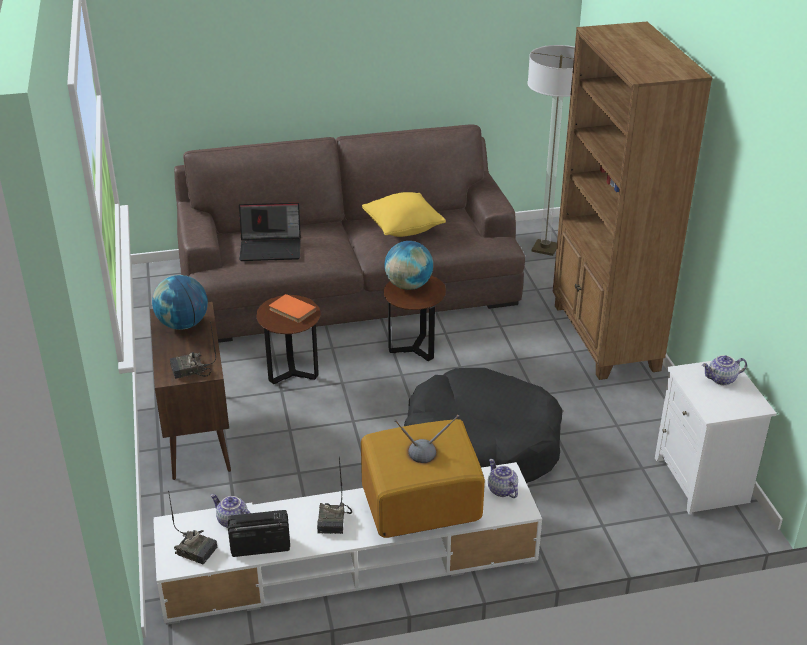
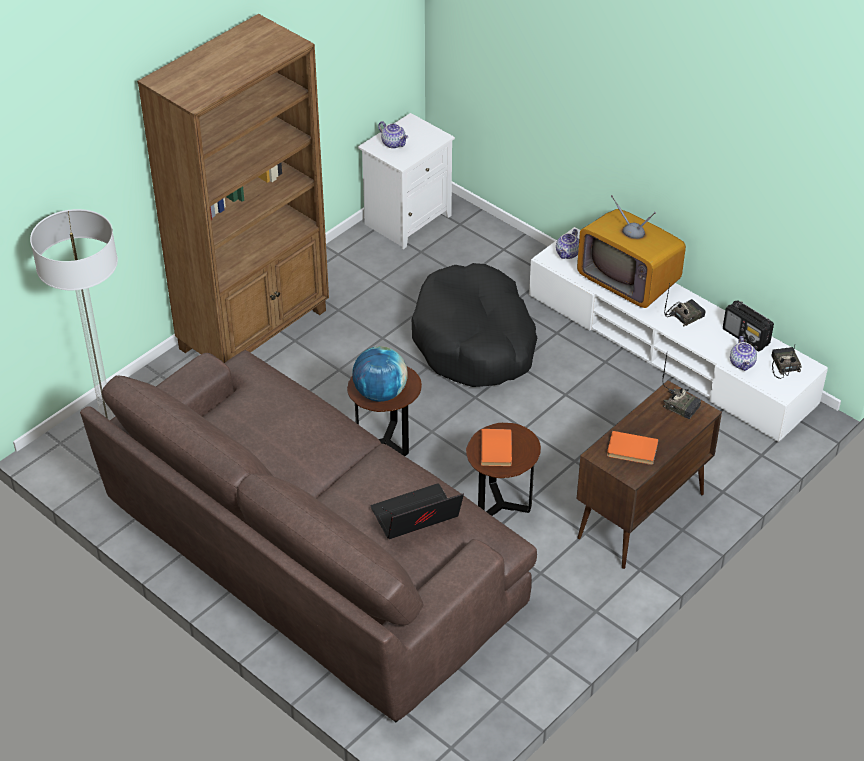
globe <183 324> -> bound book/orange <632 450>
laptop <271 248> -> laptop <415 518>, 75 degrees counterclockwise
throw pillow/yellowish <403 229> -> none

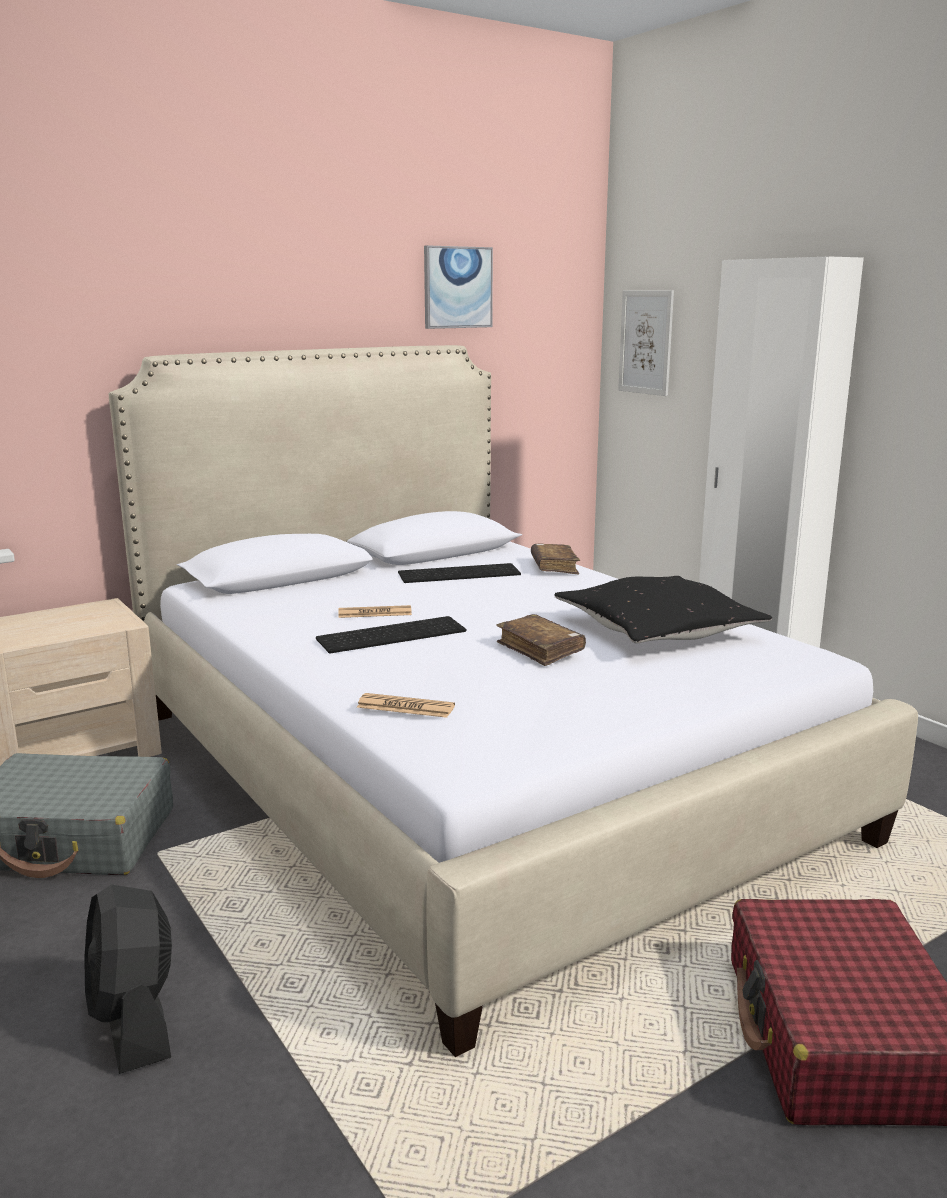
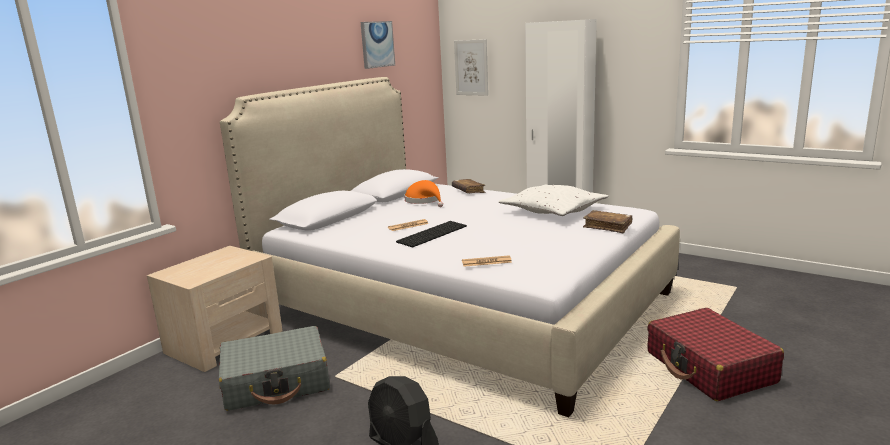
PC keyboard <460 573> -> wearable hat/orange <424 201>
bound book/brown-coloured <540 649> -> bound book/brown-coloured <607 226>, moved
throw pillow/black <657 629> -> throw pillow/white-coloured <553 210>

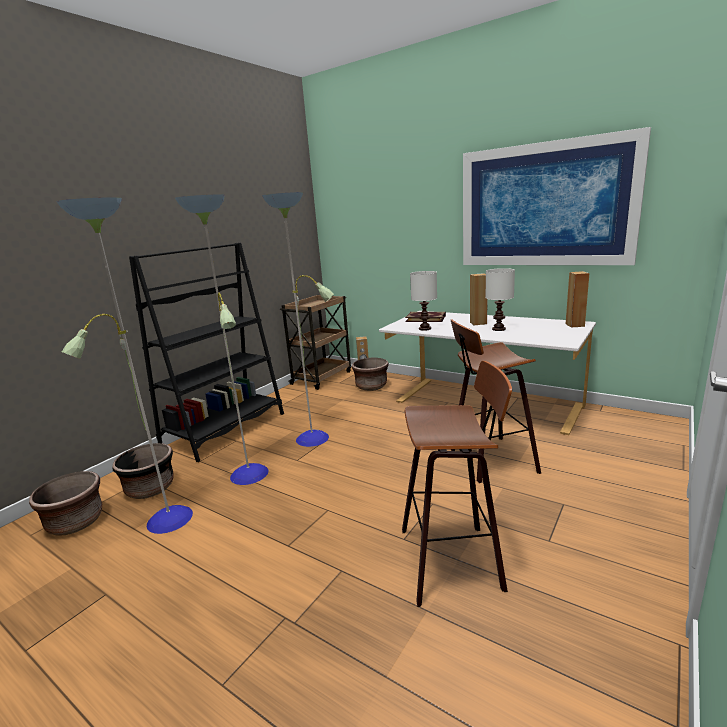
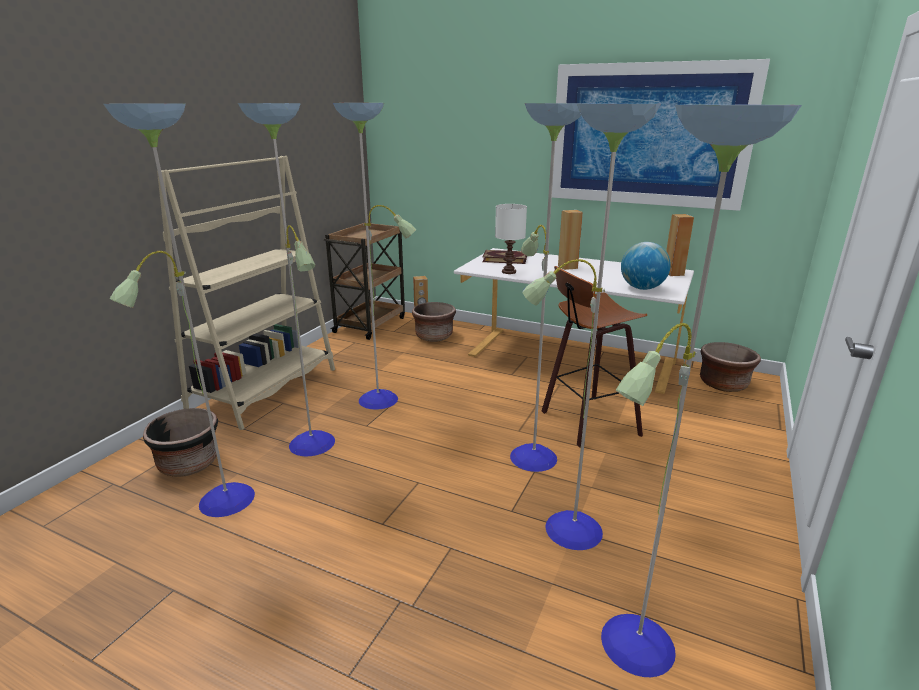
flower pot/brown-coloured <76 522> -> flower pot/brown-coloured <723 384>, moved
shelving unit/black <225 430> -> shelving unit/sand-coloured <266 390>
stool <453 559> -> standard lamp <569 529>
lamp for a table/white-coloured <498 329> -> none
none -> globe <642 288>

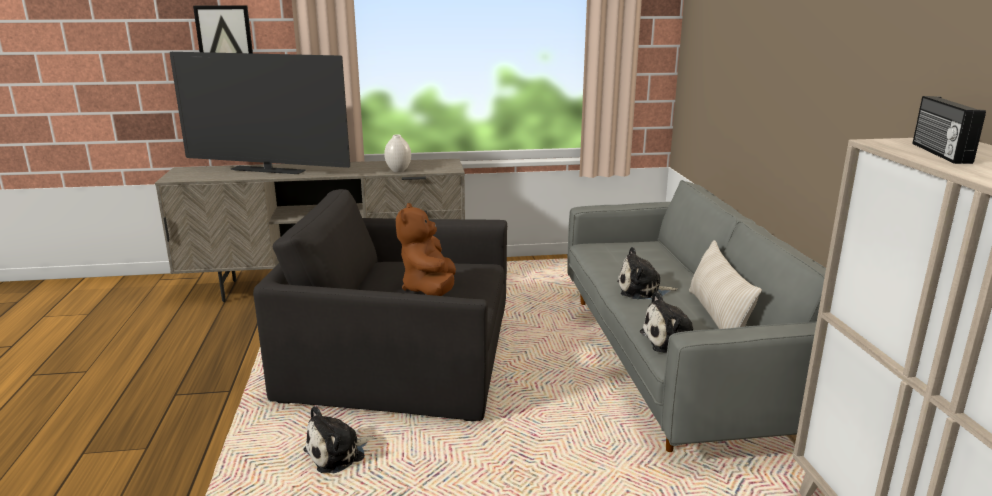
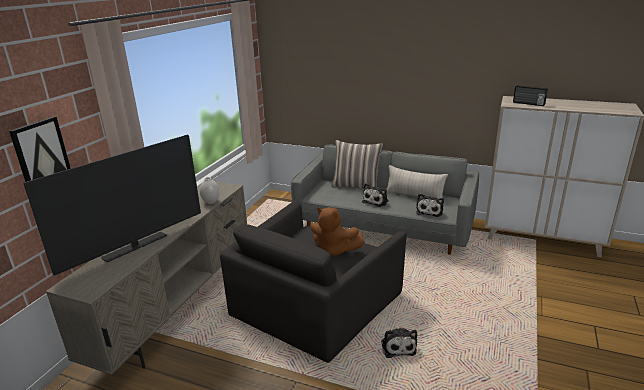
none -> throw pillow <356 185>

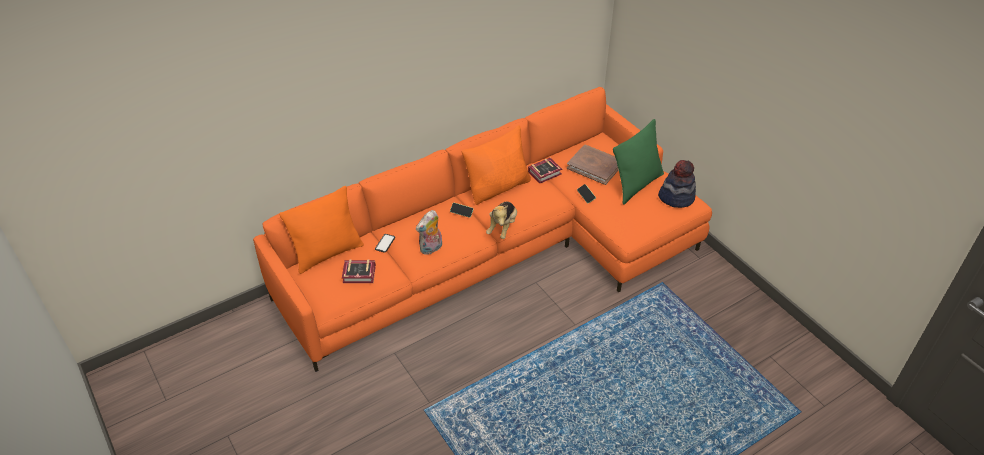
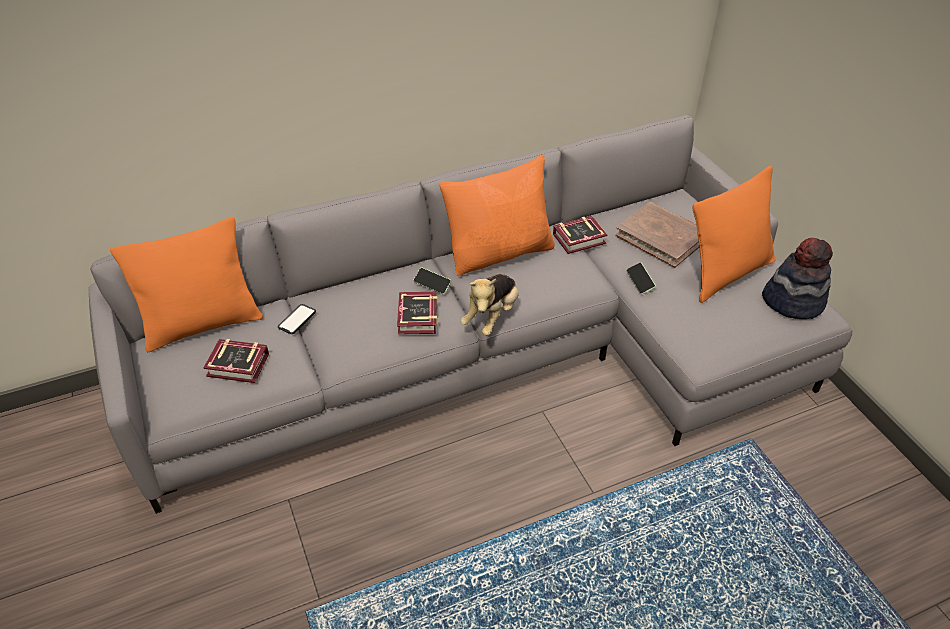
sofa/orange <498 253> -> sofa/gray <494 356>
cuddly toy <431 249> -> none
throw pillow/green <636 185> -> throw pillow/orange <726 273>
none -> bound book <416 319>

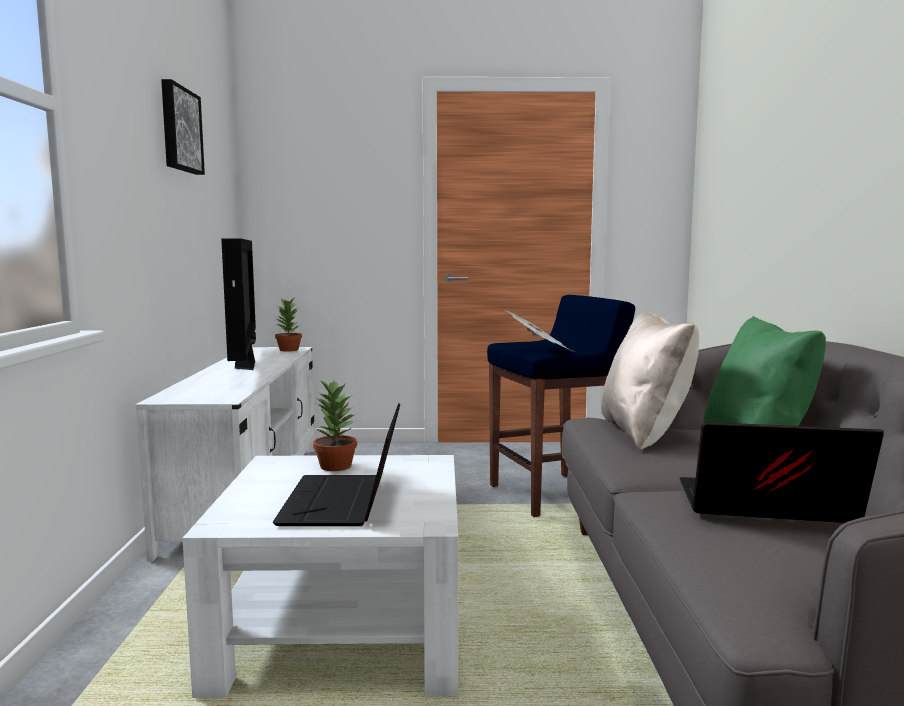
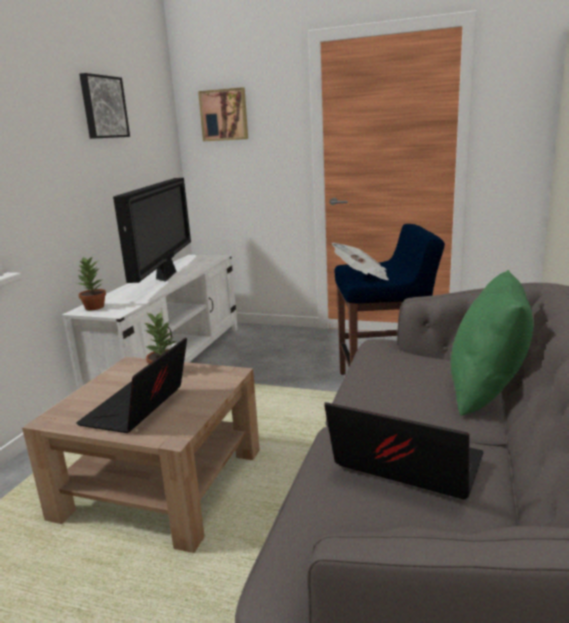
low table/white-coloured <344 627> -> low table/brown-coloured <161 483>
houseplant <289 350> -> houseplant <94 307>, moved
throw pillow/sand-coloured <644 433> -> none
none -> wall art <224 115>

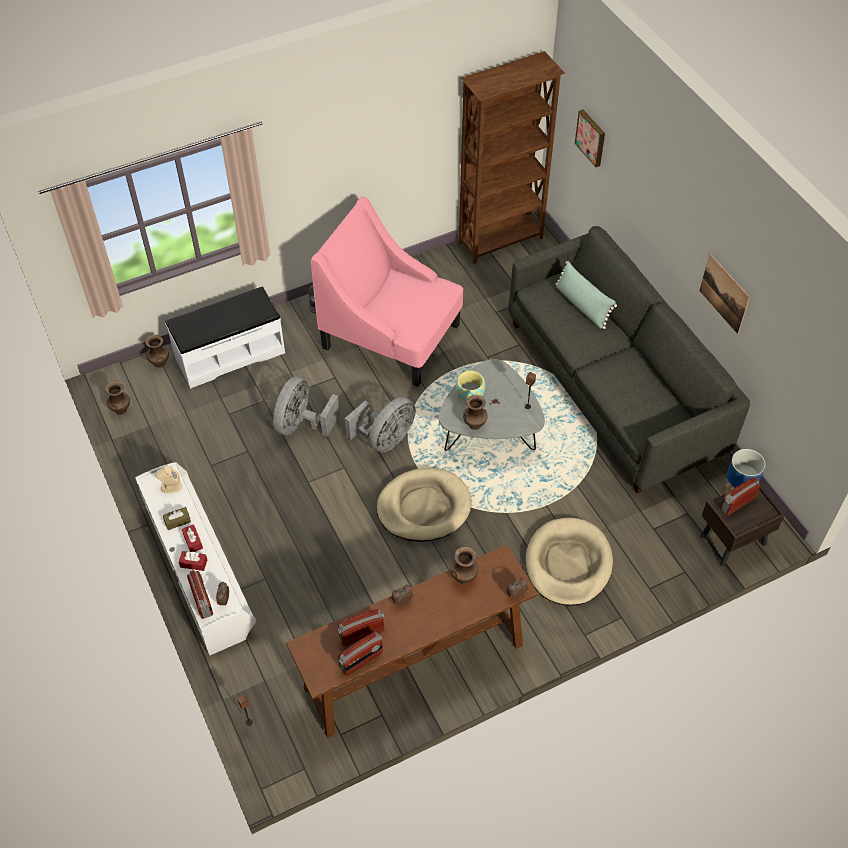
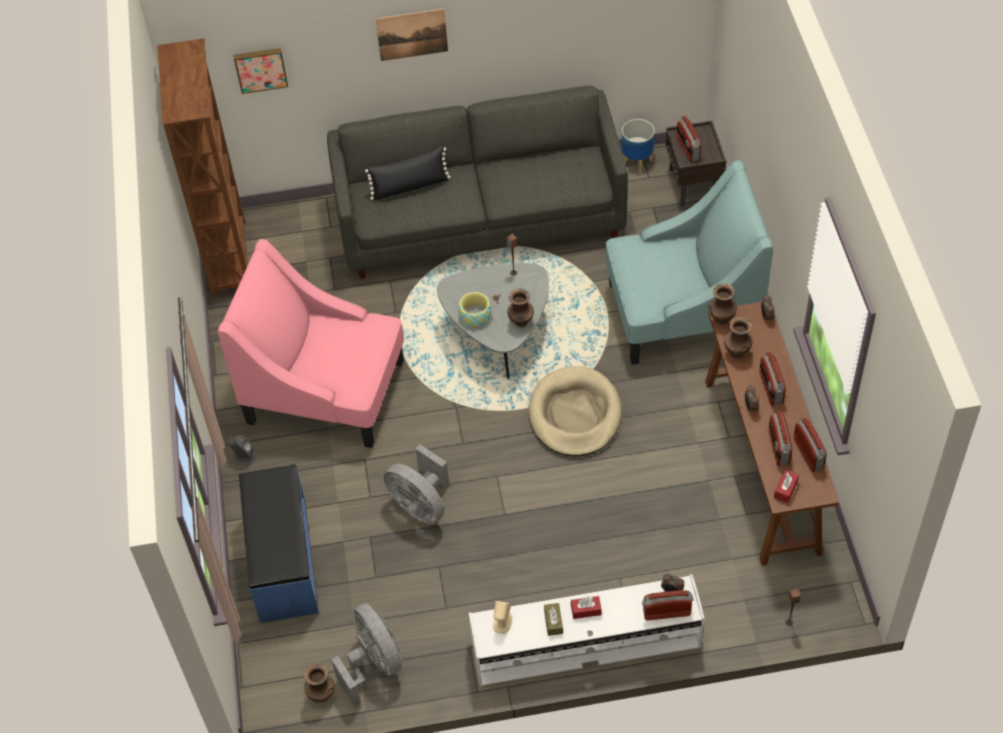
flower vase/brown-coloured <159 363> -> flower vase/brown-coloured <721 319>, moved
bench/white-coloured <229 355> -> bench/bluish <282 561>
tissue box/red <193 563> -> tissue box/red <785 489>, moved
lounge chair/pink <392 336> -> lounge chair/pink <327 392>, 60 degrees clockwise
cooling fan/gray <385 439> -> cooling fan/gray <374 664>, moved
dog bed/sand-coloured <568 564> -> lounge chair/blue-green <681 313>
throw pillow/green <582 305> -> throw pillow/black <410 186>
wall art <724 293> -> wall art <412 34>, moved
none -> radio set <770 388>

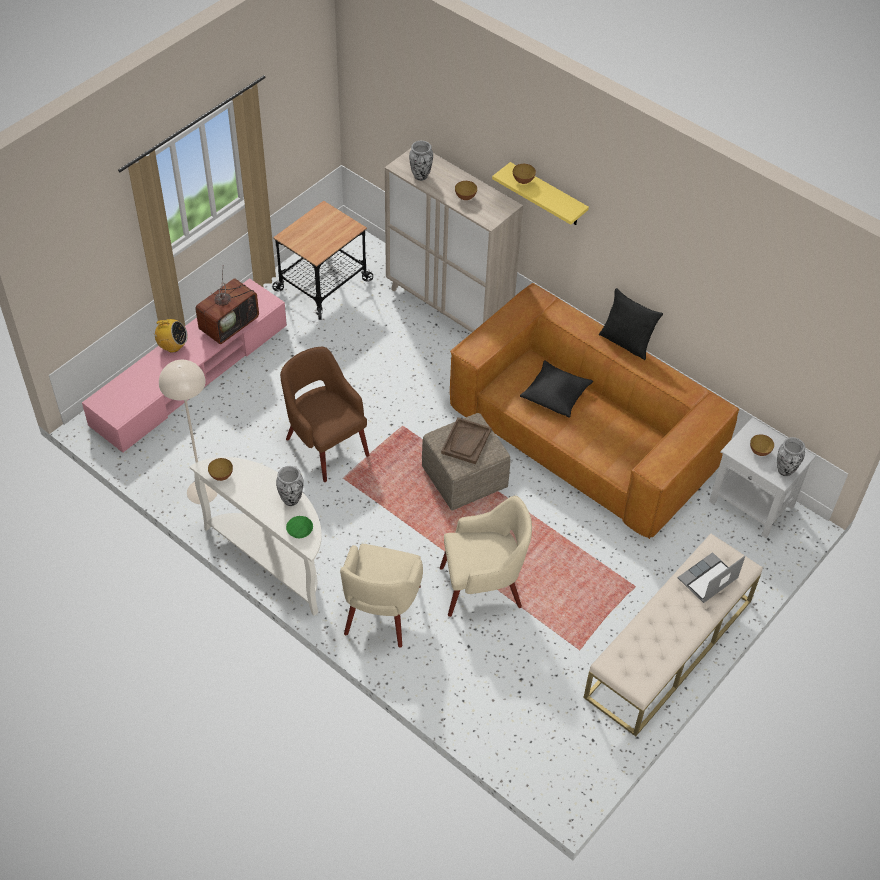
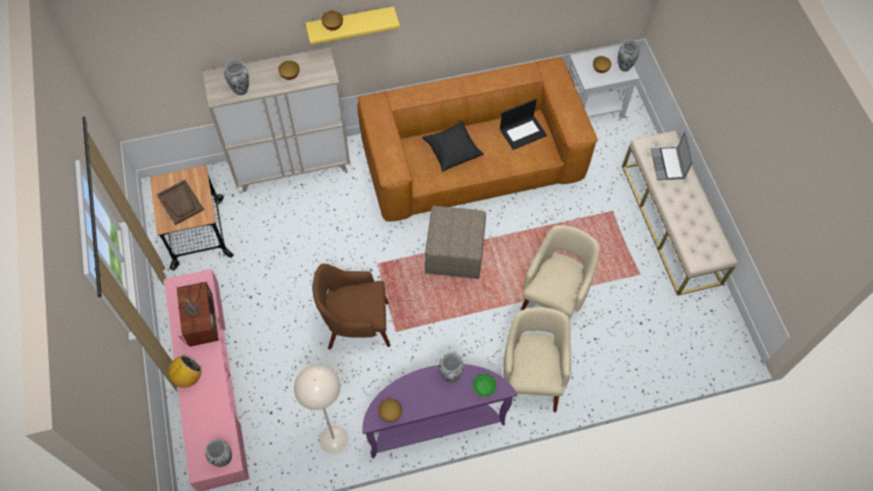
narrow table/white-coloured <273 558> -> narrow table/purple <434 423>
lounge chair/sand-coloured <381 612> -> lounge chair/sand-coloured <531 377>, 135 degrees counterclockwise
tray/brown-coloured <466 442> -> tray/brown-coloured <181 203>, moved
throw pillow/black <626 342> -> none
none -> flower vase <223 459>
none -> laptop <523 132>

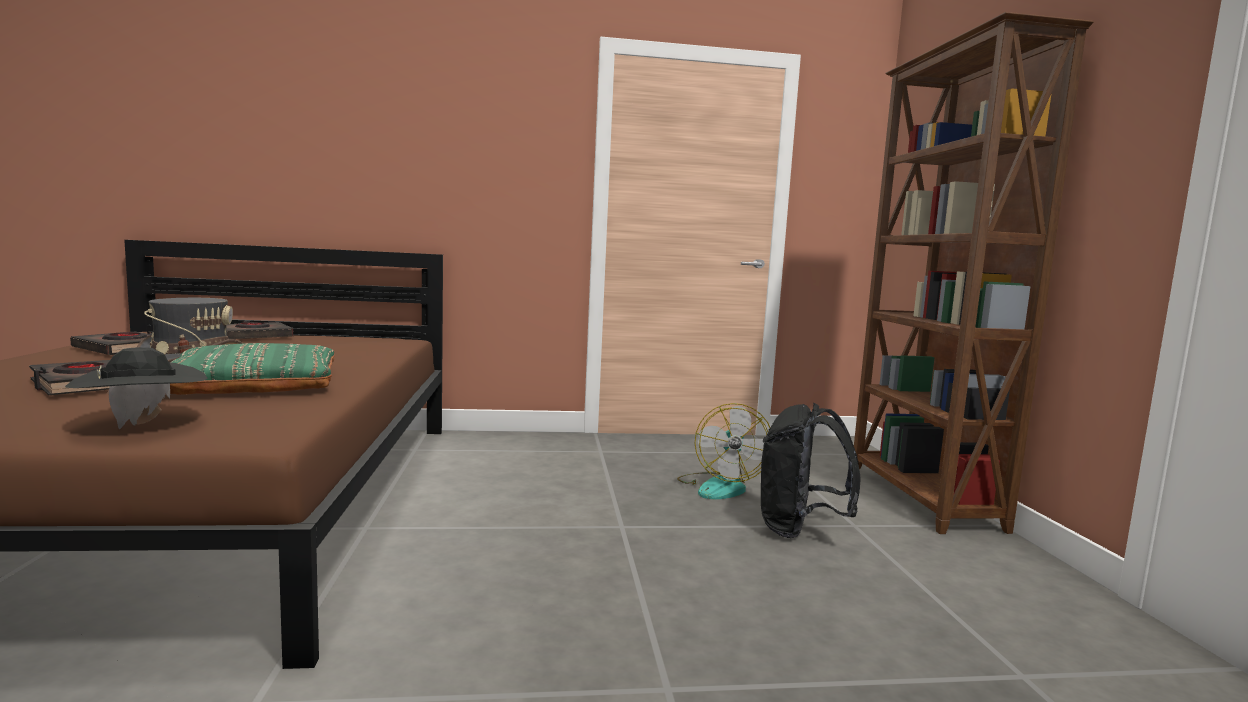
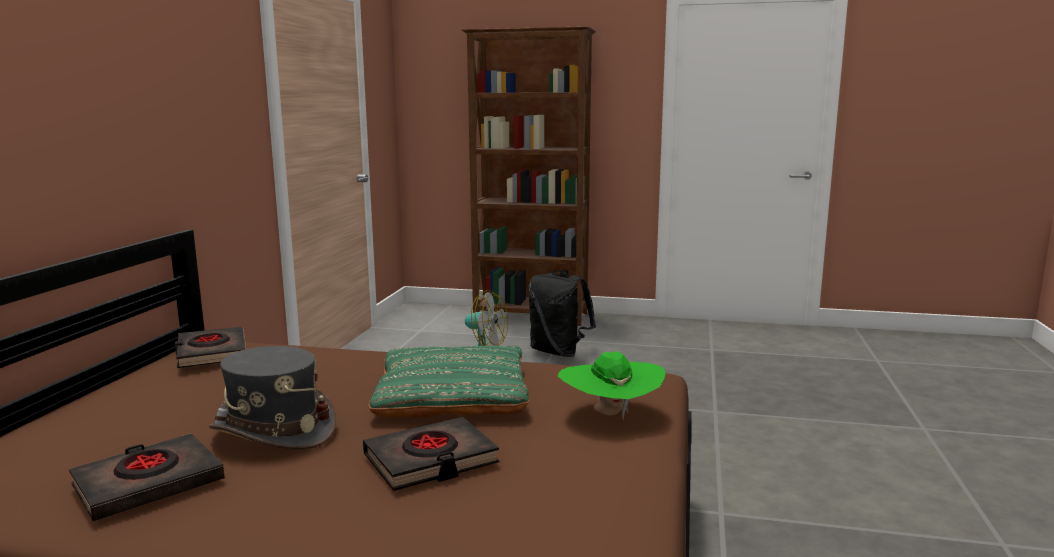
wearable hat/black <143 425> -> wearable hat/green <610 415>
bound book/black <252 336> -> bound book/black <211 353>, moved

